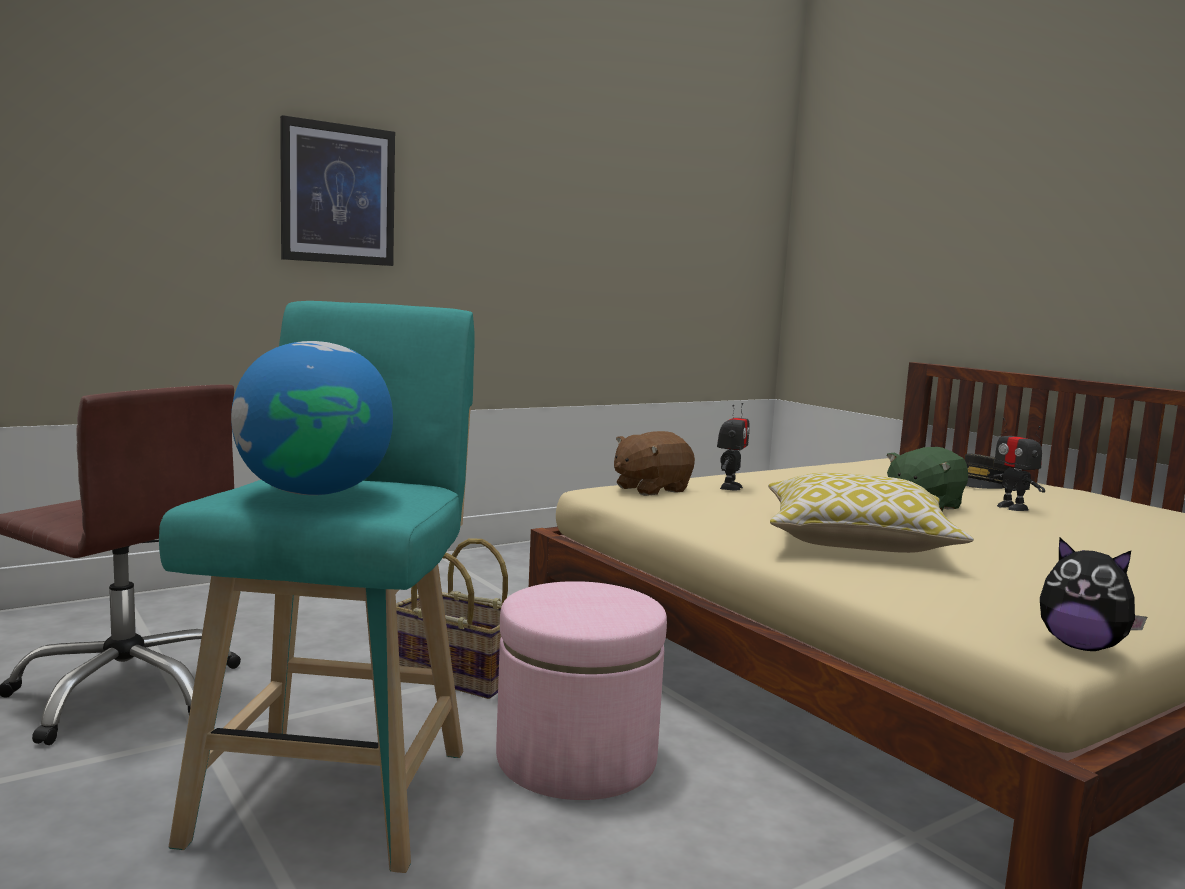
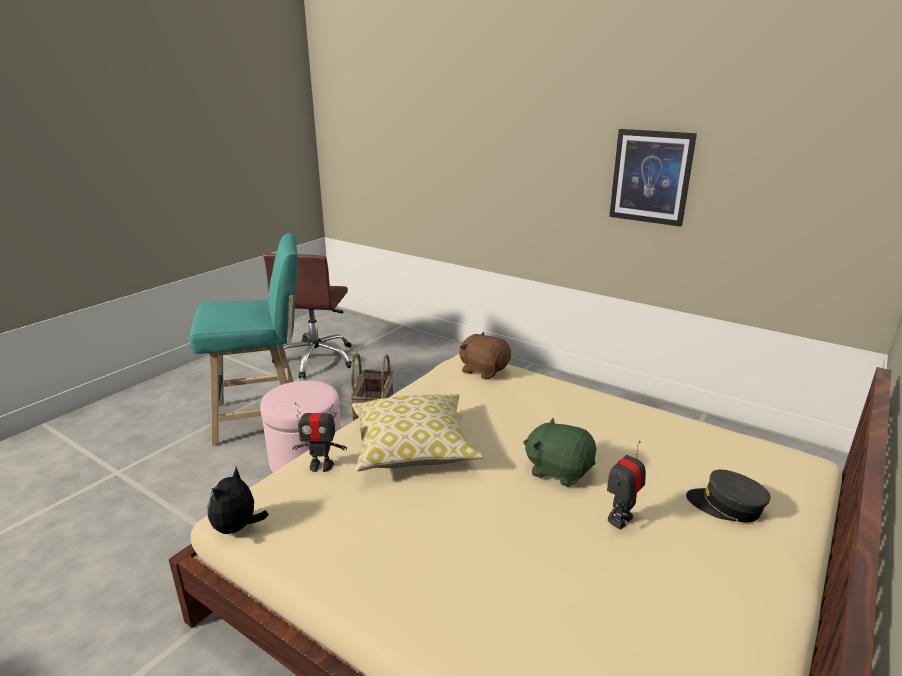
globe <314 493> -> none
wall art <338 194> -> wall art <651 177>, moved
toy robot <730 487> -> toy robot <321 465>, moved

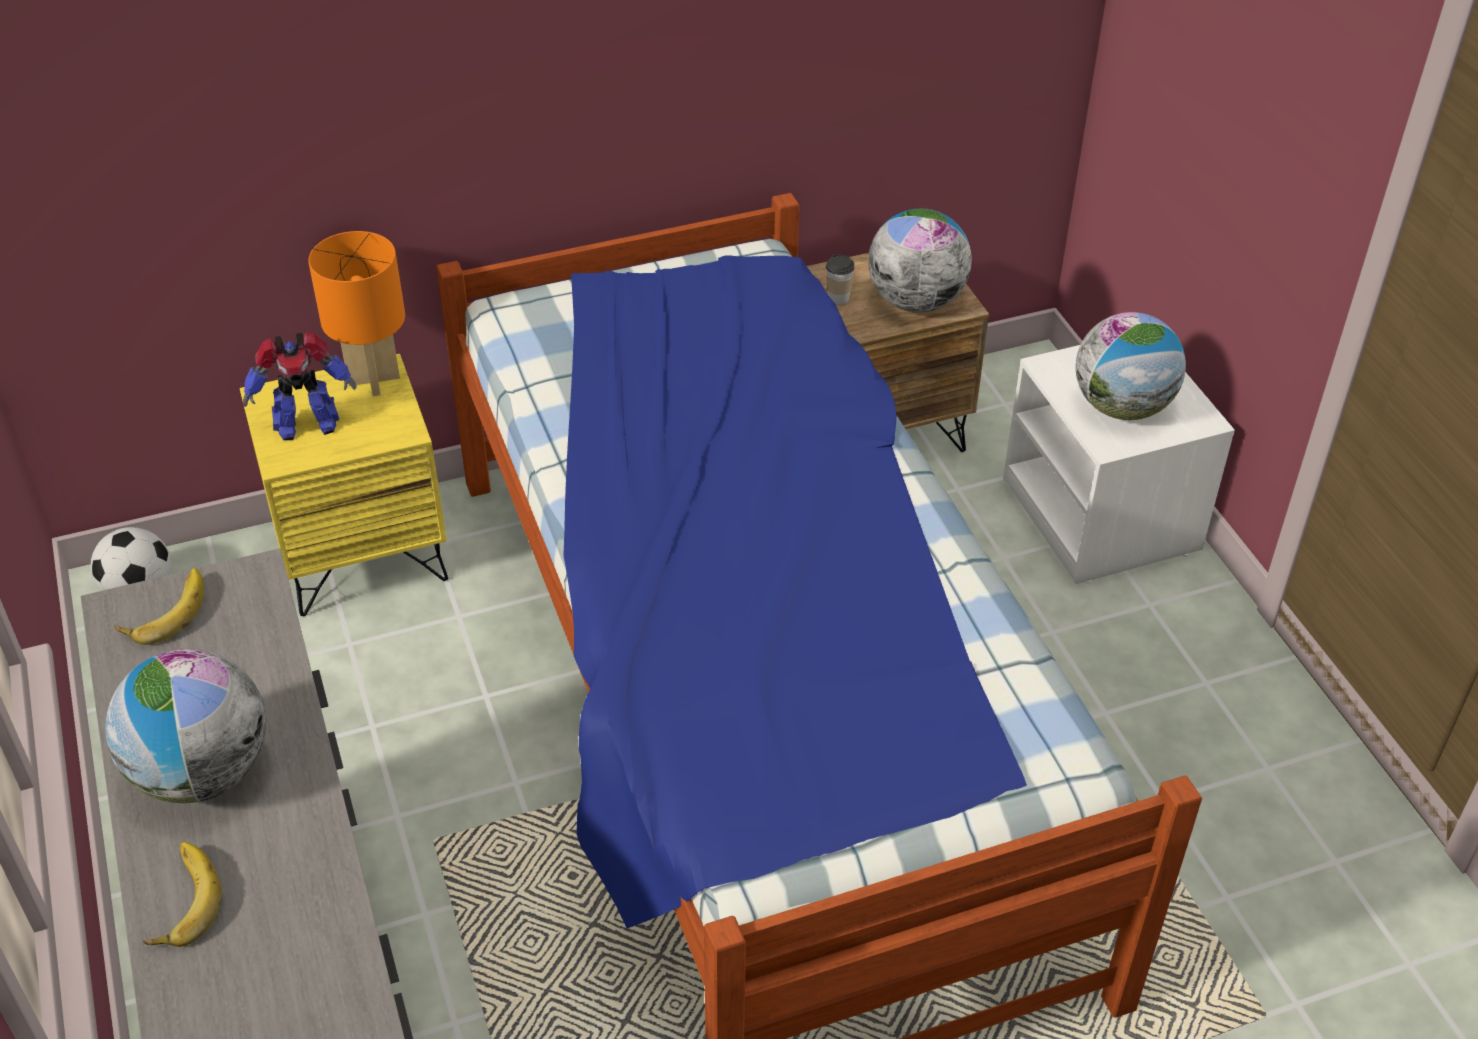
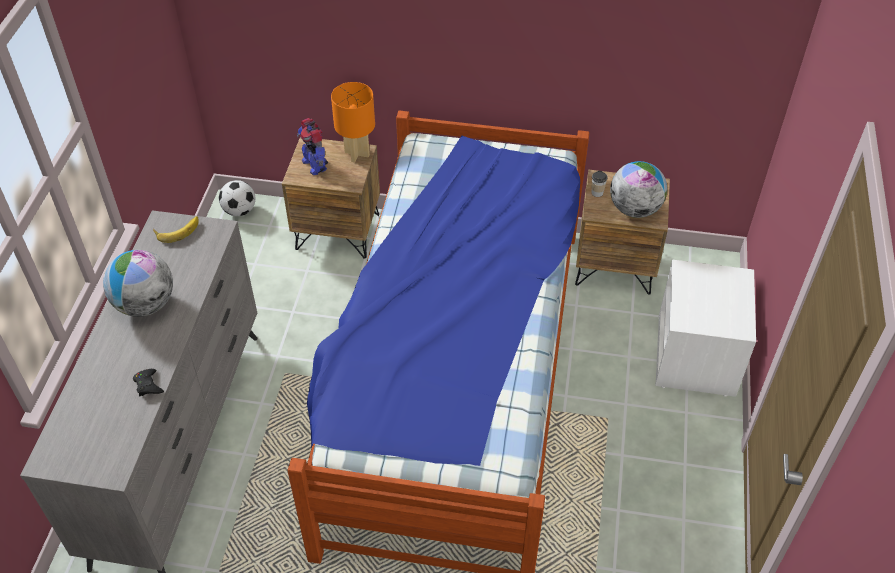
whole banana <180 900> -> none
bedside table/yellowish <362 554> -> bedside table/brown-coloured <338 231>
toy robot <306 425> -> toy robot <315 165>, 45 degrees clockwise
globe <1122 407> -> none
none -> gamepad/black <148 385>

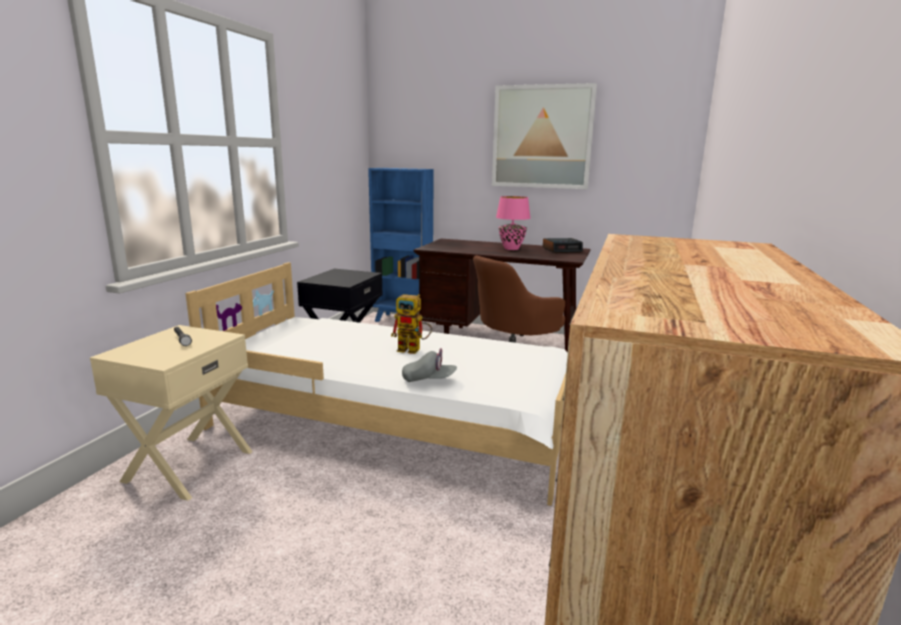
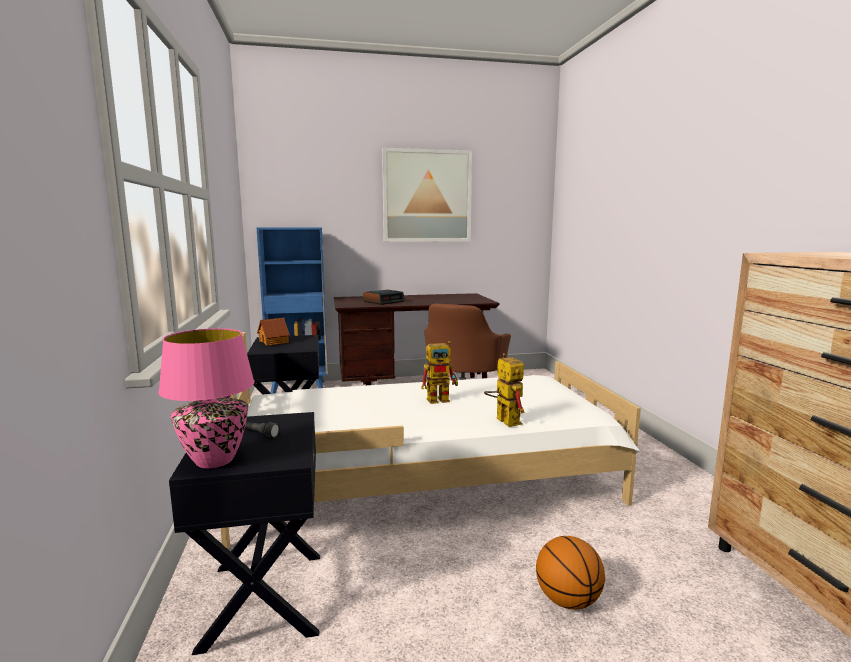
bedside table/sand-coloured <188 465> -> bedside table/black <262 599>
peaked cap/gray <429 380> -> toy robot <503 420>
lamp for a table/pink <512 249> -> lamp for a table/pink <216 460>, moved
bedside clock <562 250> -> bedside clock <384 301>, moved
none -> toy house <274 341>
none -> ball for basketball <567 600>

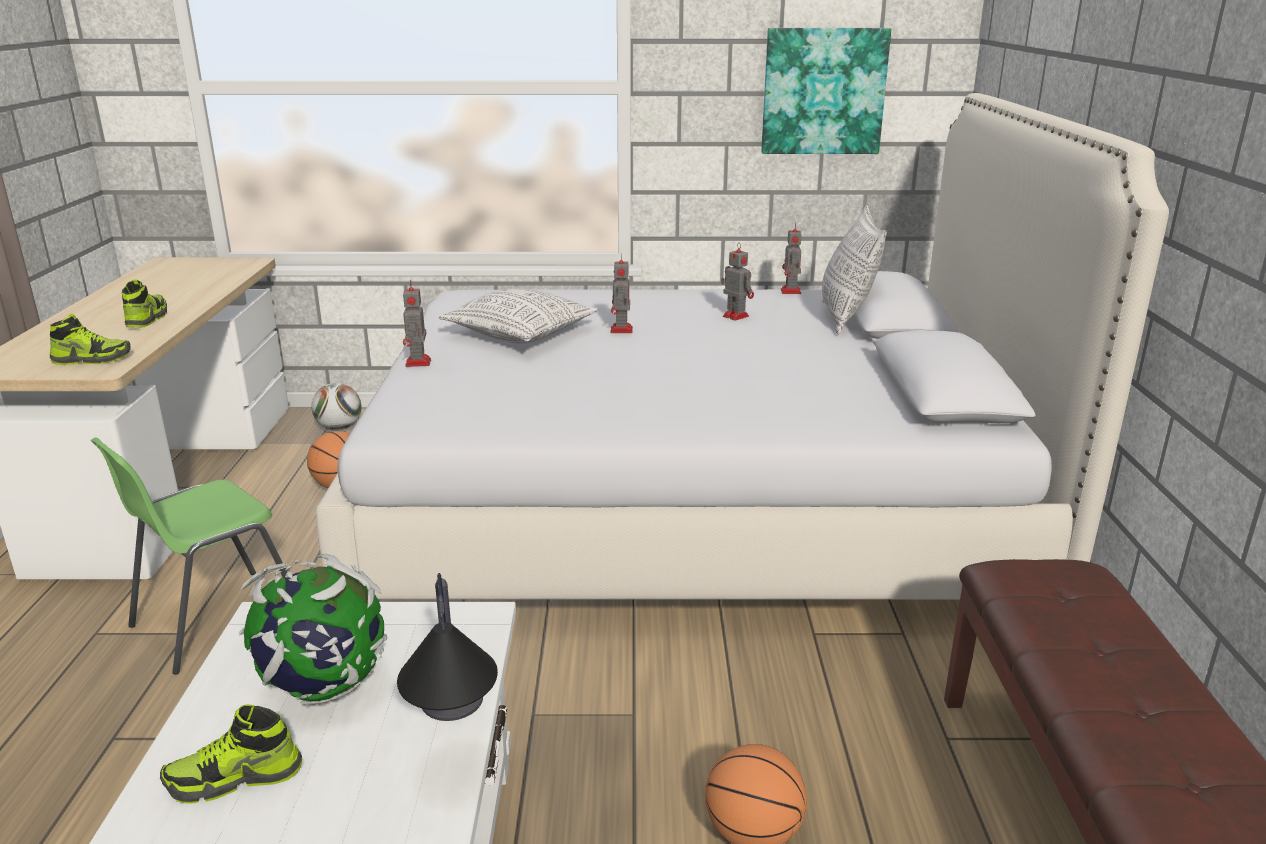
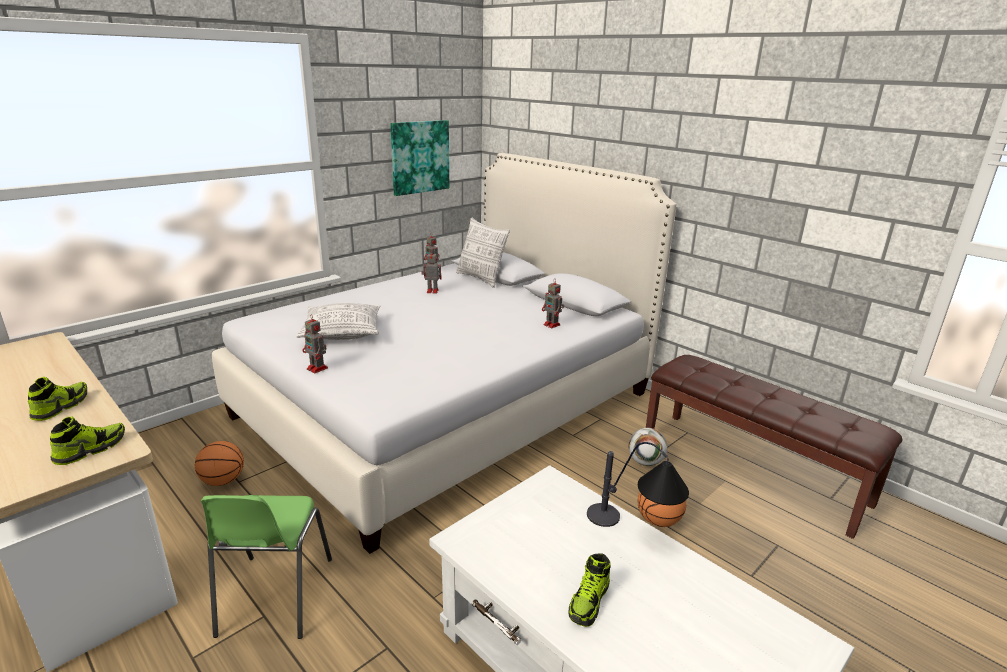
shoe <147 319> -> shoe <61 407>, 60 degrees clockwise
globe <323 686> -> none
football <339 428> -> football <645 462>, moved
toy robot <621 330> -> toy robot <552 325>, moved

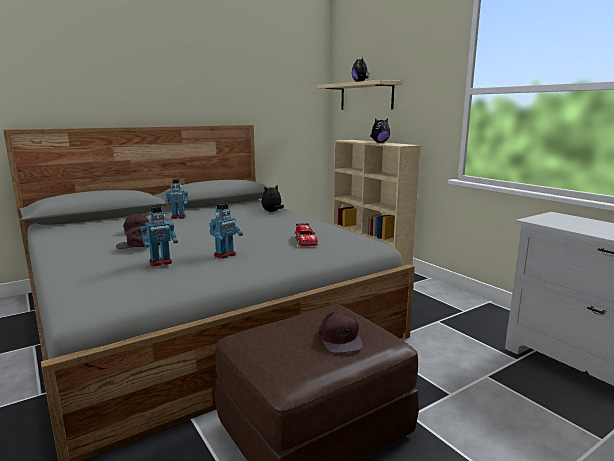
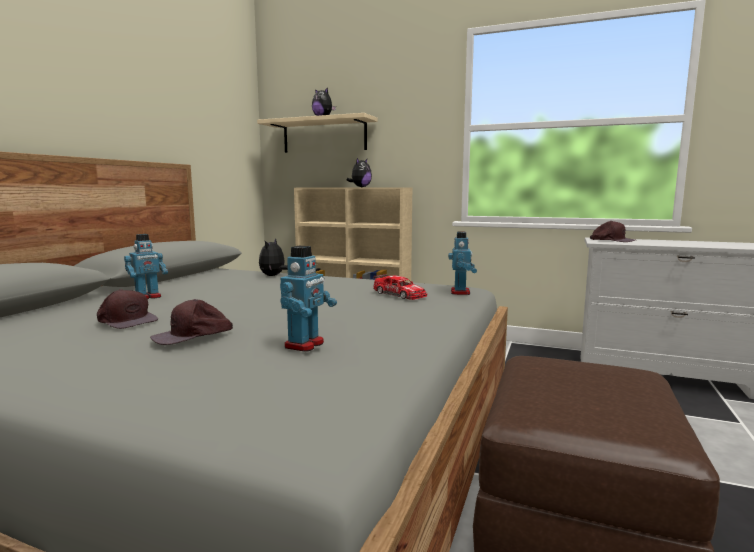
toy robot <225 255> -> toy robot <461 292>, moved
peaked cap/brown-coloured <340 338> -> peaked cap/brown-coloured <612 240>, moved

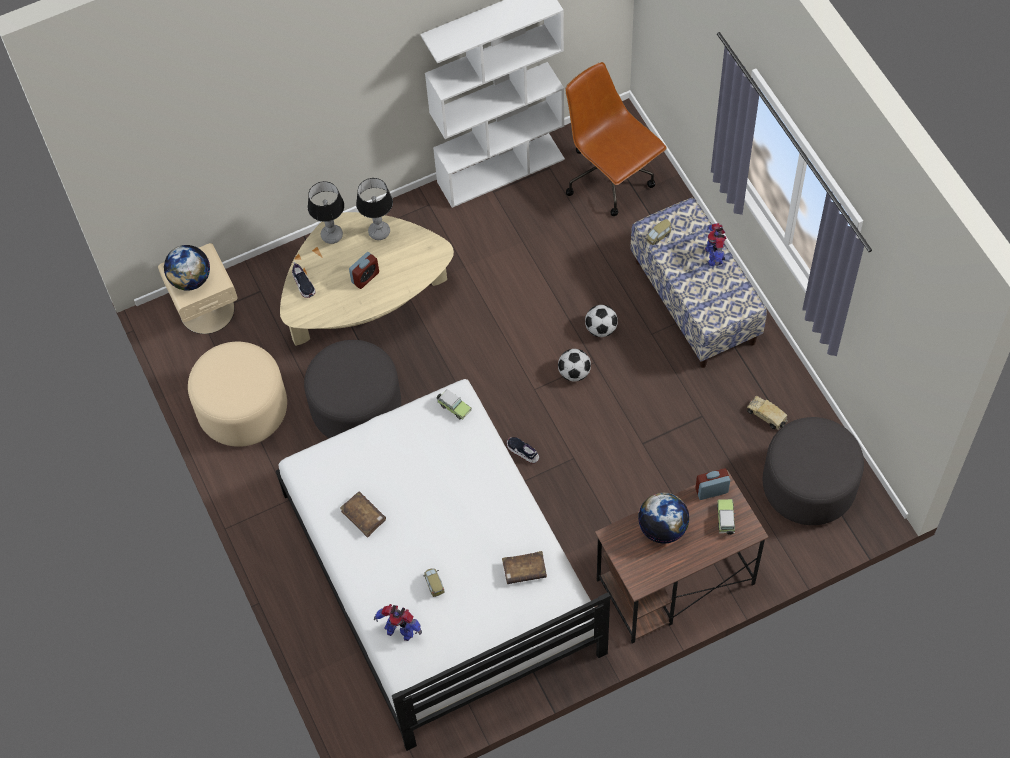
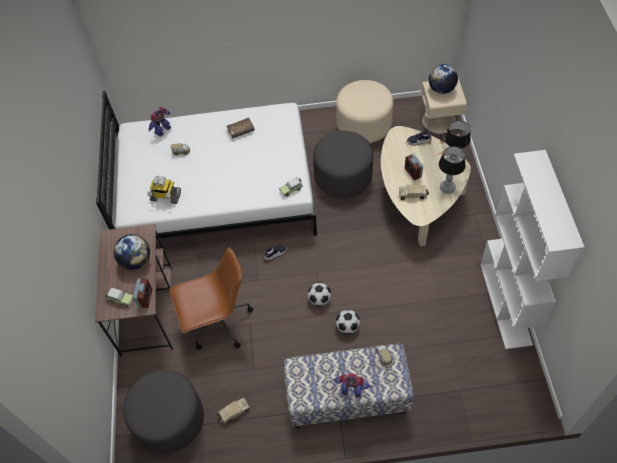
bound book/brown-coloured <524 570> -> toy robot <165 197>
office chair/brown-coloured <610 179> -> office chair/brown-coloured <218 323>, moved
none -> toy lorry <413 195>

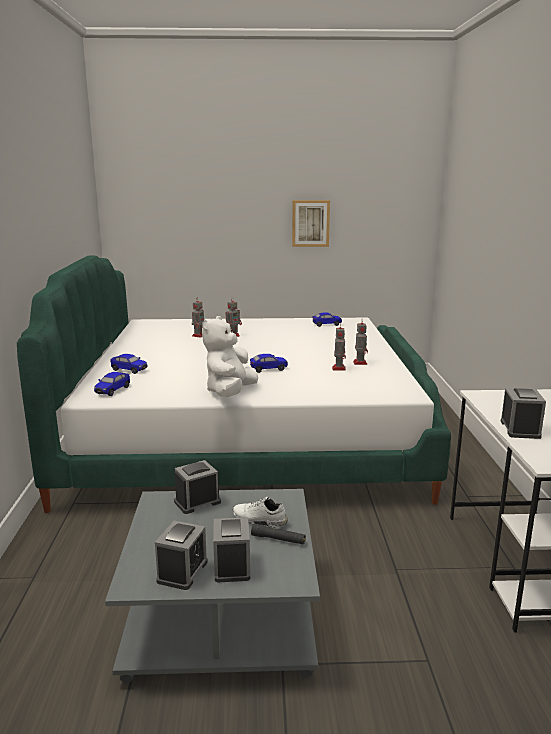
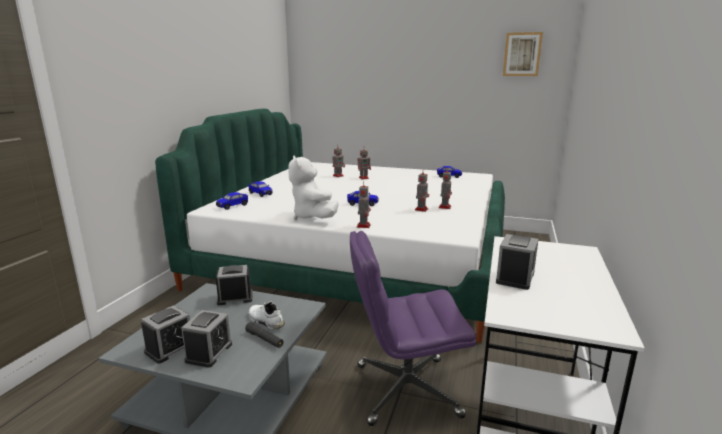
cuddly toy/white-coloured <230 392> -> cuddly toy/white-coloured <313 217>, 60 degrees counterclockwise
wall art <310 223> -> wall art <522 54>, moved
none -> office chair/purple <405 390>
none -> toy robot <363 225>

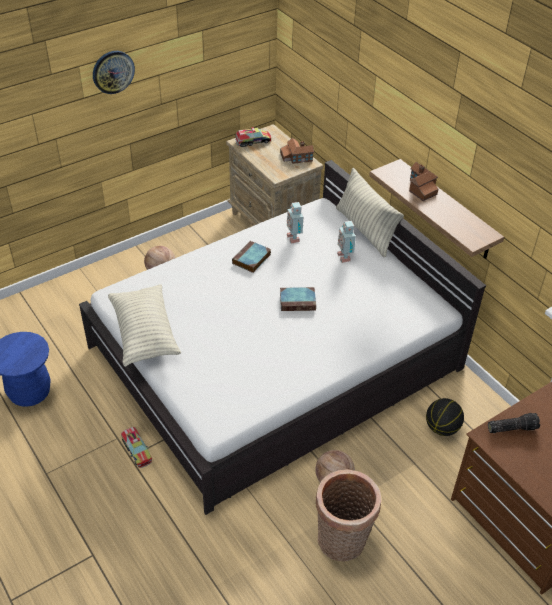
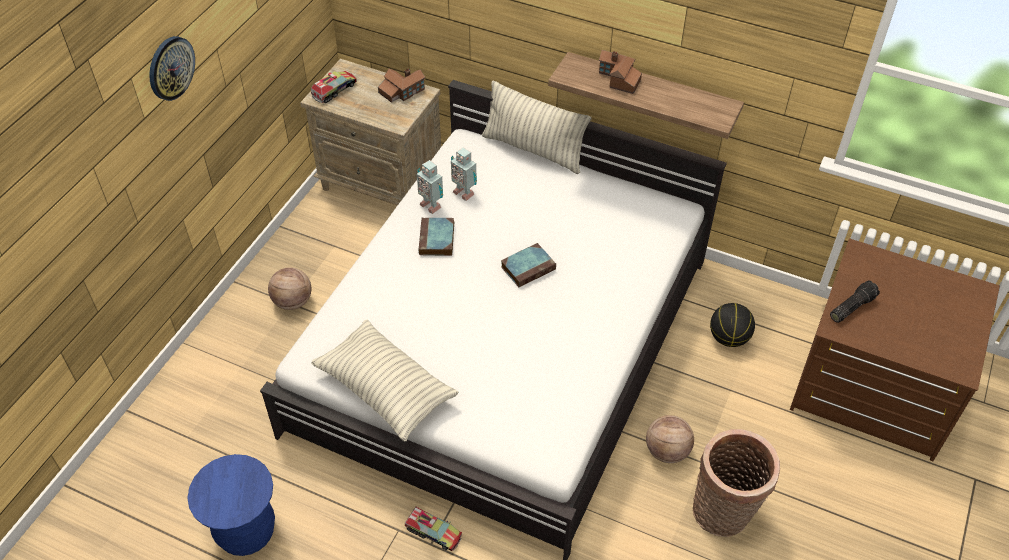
toy robot <345 257> -> toy robot <431 205>, moved

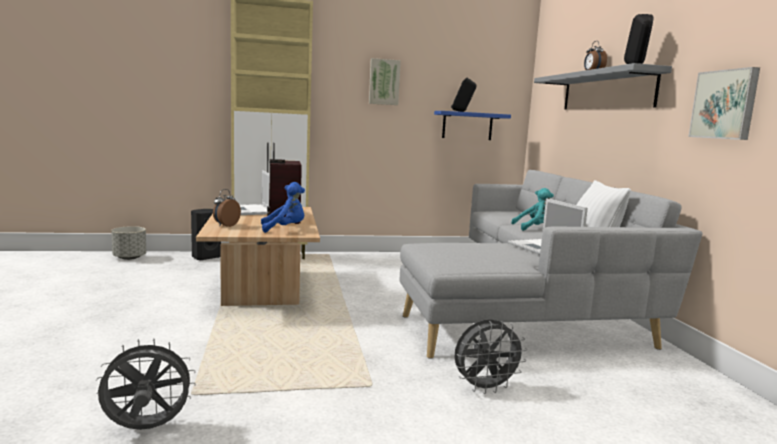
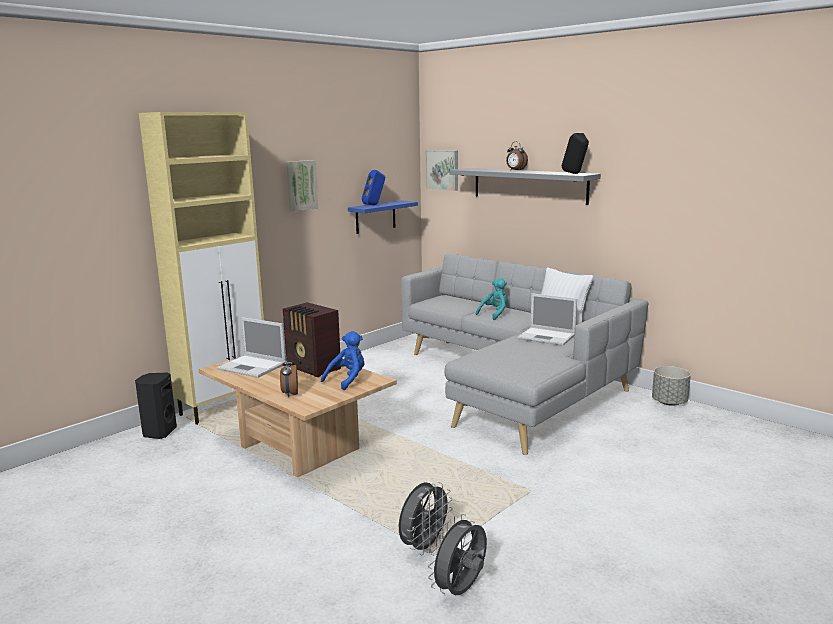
flower pot/gray <130 258> -> flower pot/gray <669 402>, moved
audio speaker/black <462 111> -> audio speaker/bluish <374 205>
cooling fan/gray <485 388> -> cooling fan/gray <424 546>, moved
wall art <725 104> -> wall art <443 170>, moved

